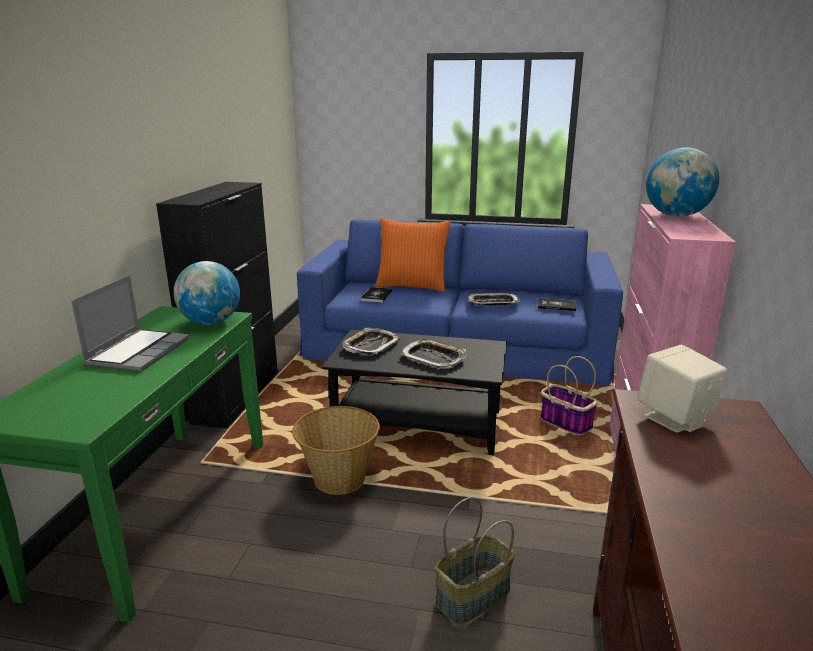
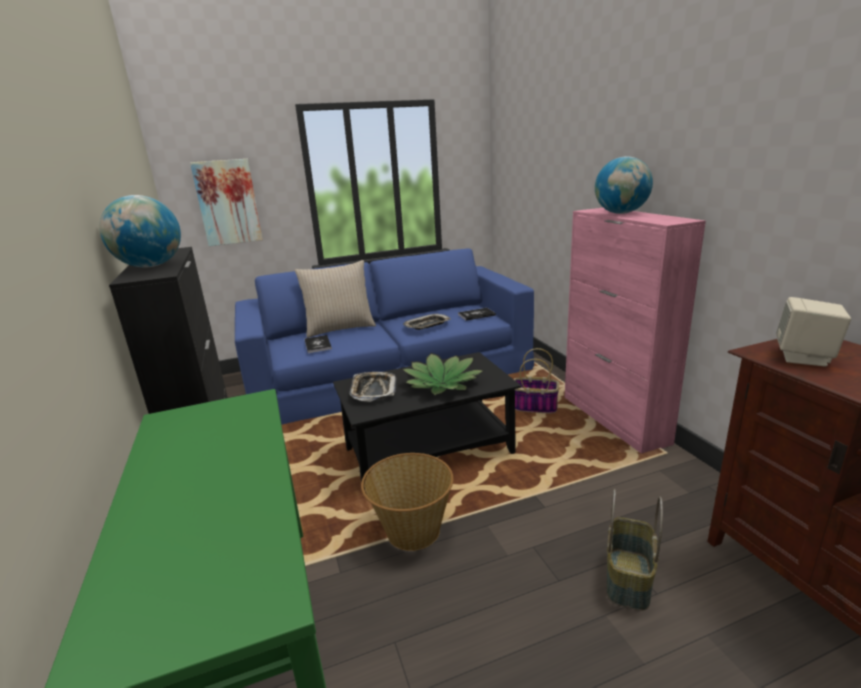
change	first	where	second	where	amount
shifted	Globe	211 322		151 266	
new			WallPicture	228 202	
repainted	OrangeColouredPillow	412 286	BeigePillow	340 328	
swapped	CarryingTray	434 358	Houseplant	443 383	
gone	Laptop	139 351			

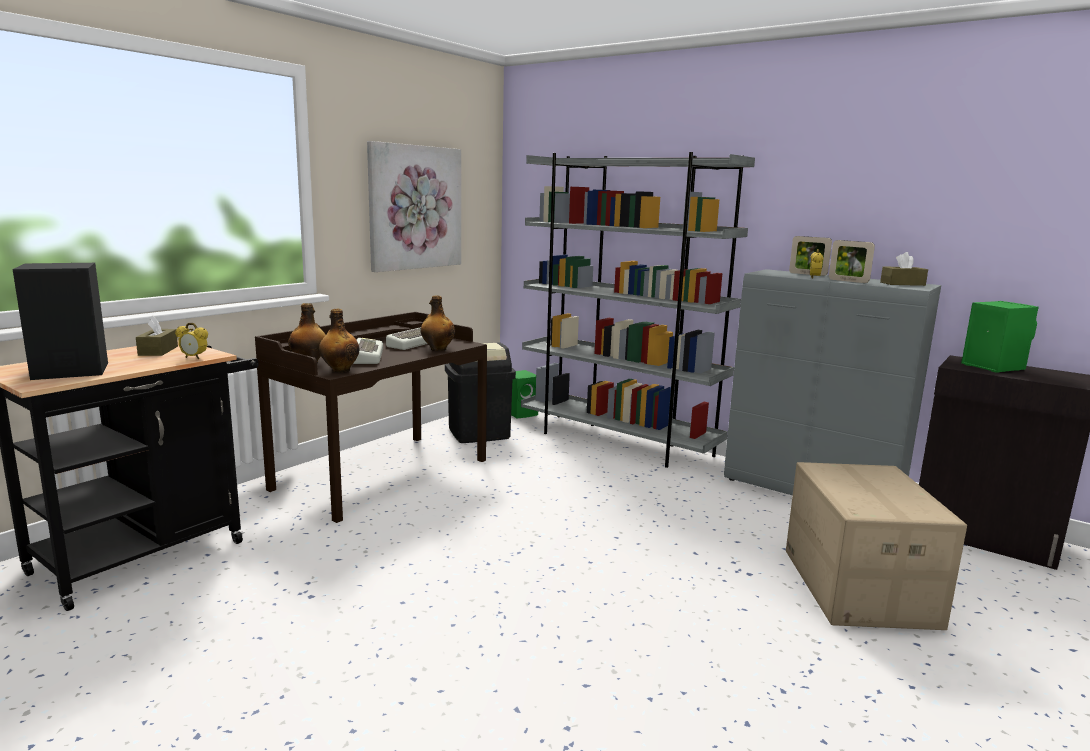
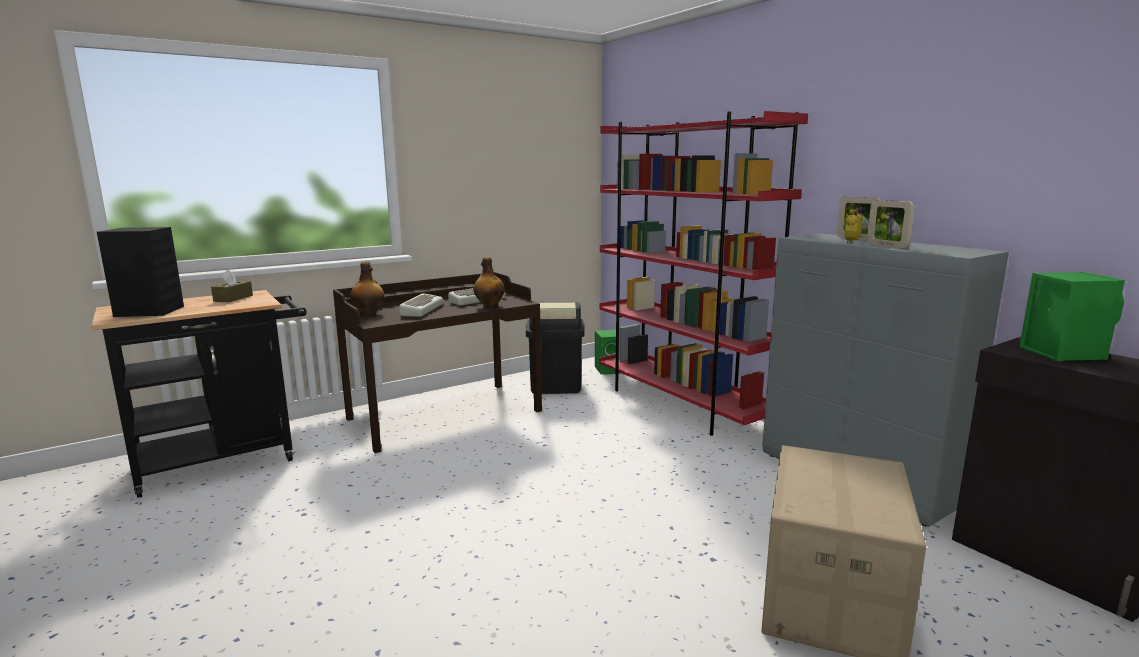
change	first	where	second	where	amount
repainted	GreyShelvingUnit	618 442	RedColouredShelvingUnit	681 405	
gone	TableClock	194 358			
gone	Bottle	340 370			
gone	WallPicture	415 207			
gone	BrownColouredBoxOfTissues	902 284			

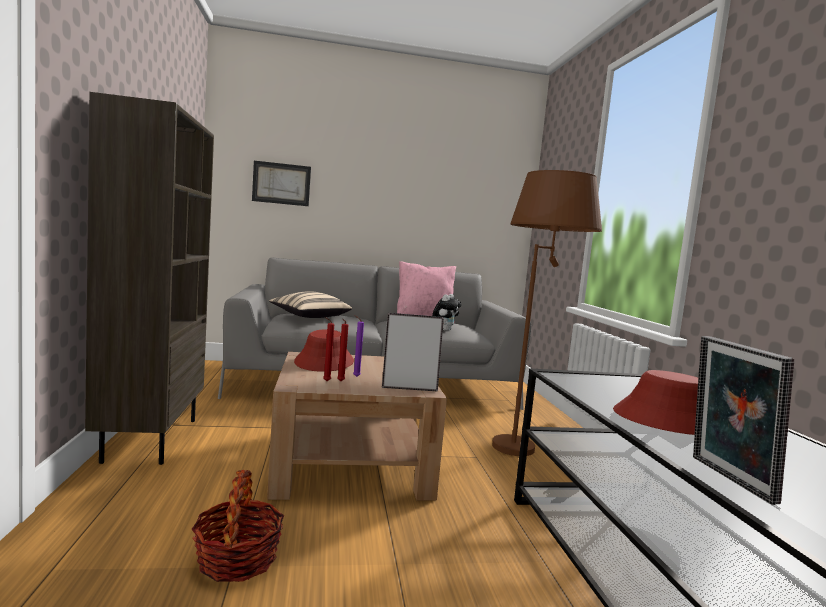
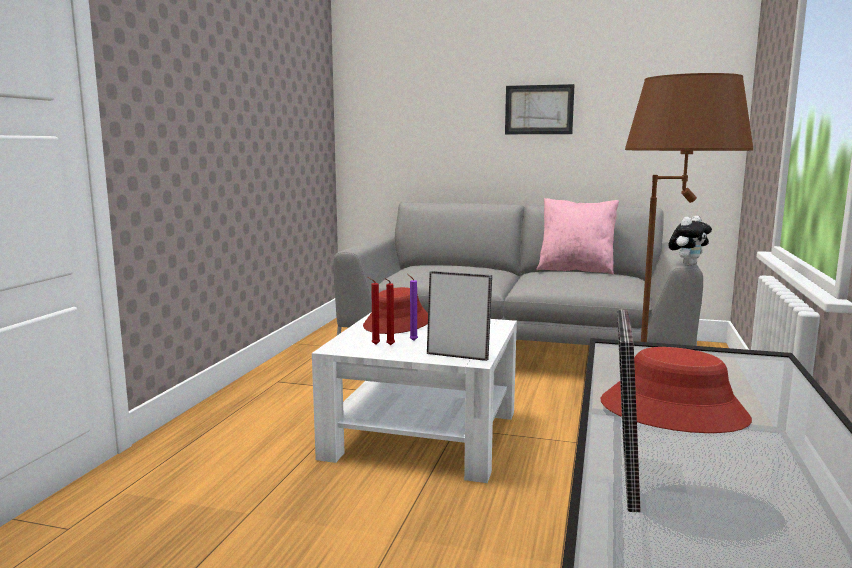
change	first	where	second	where	amount
repainted	BrownColouredLowTable	351 463	WhitishLowTable	422 434	
shifted	WallPicture	281 183		539 109	
shifted	PlushToy	445 330		687 264	
gone	BrownColouredShelvingUnit	150 439			
gone	StorageBasket	237 559			
gone	BeigePillow	309 317			

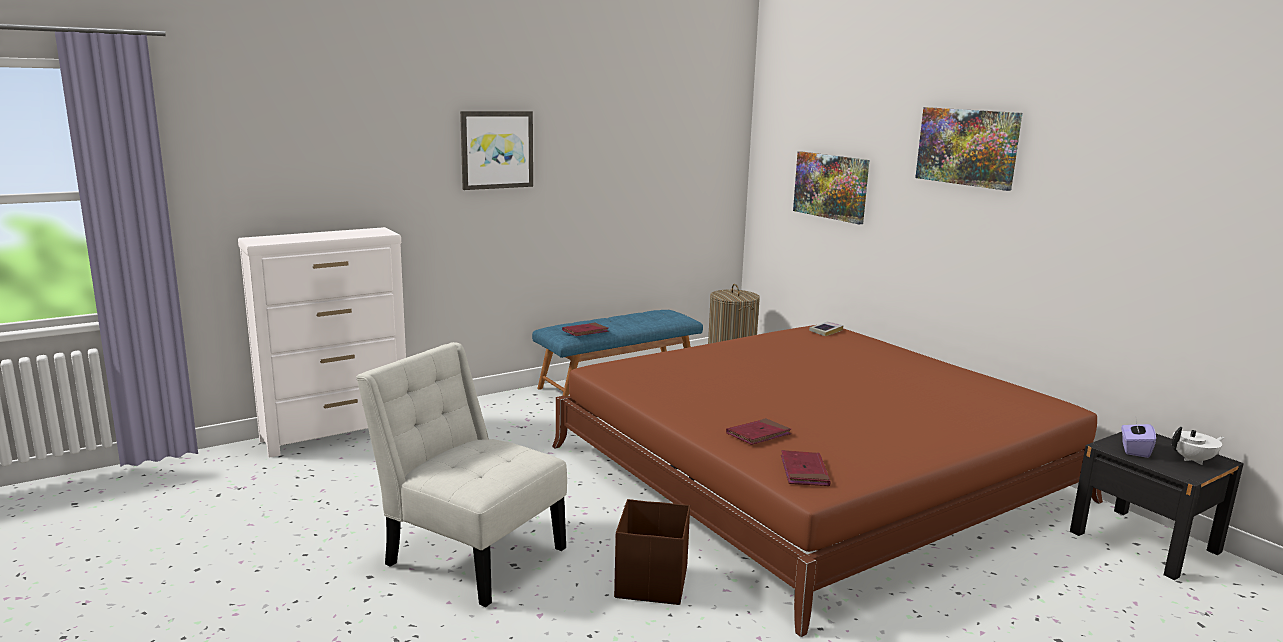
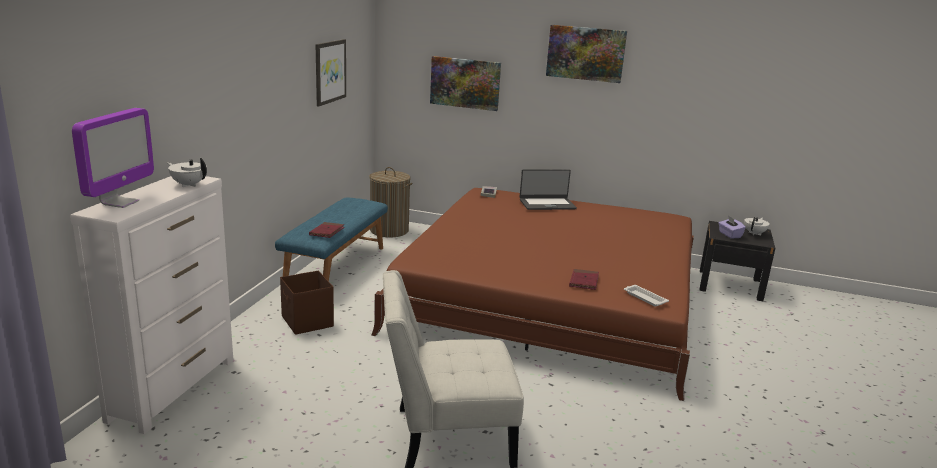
change	first	where	second	where	amount
new			Monitor	120 202	
new			WhitishPotForTea	189 185	
shifted	BrownColouredStorageBox	651 583		307 322	
shifted	WallPicture	496 149		329 71	
new			Laptop	547 204	
swapped	RedColouredVolume	804 471	WhitishCarryingTray	644 298	

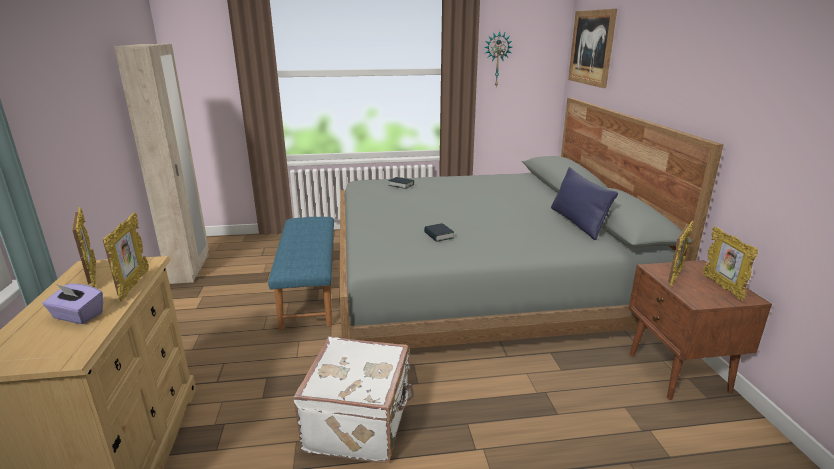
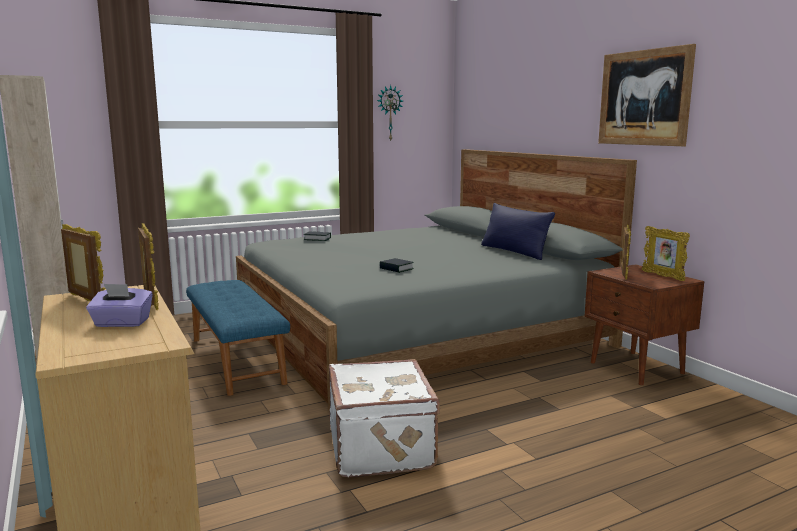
change	first	where	second	where	amount
shifted	WallPicture	591 47		644 98	

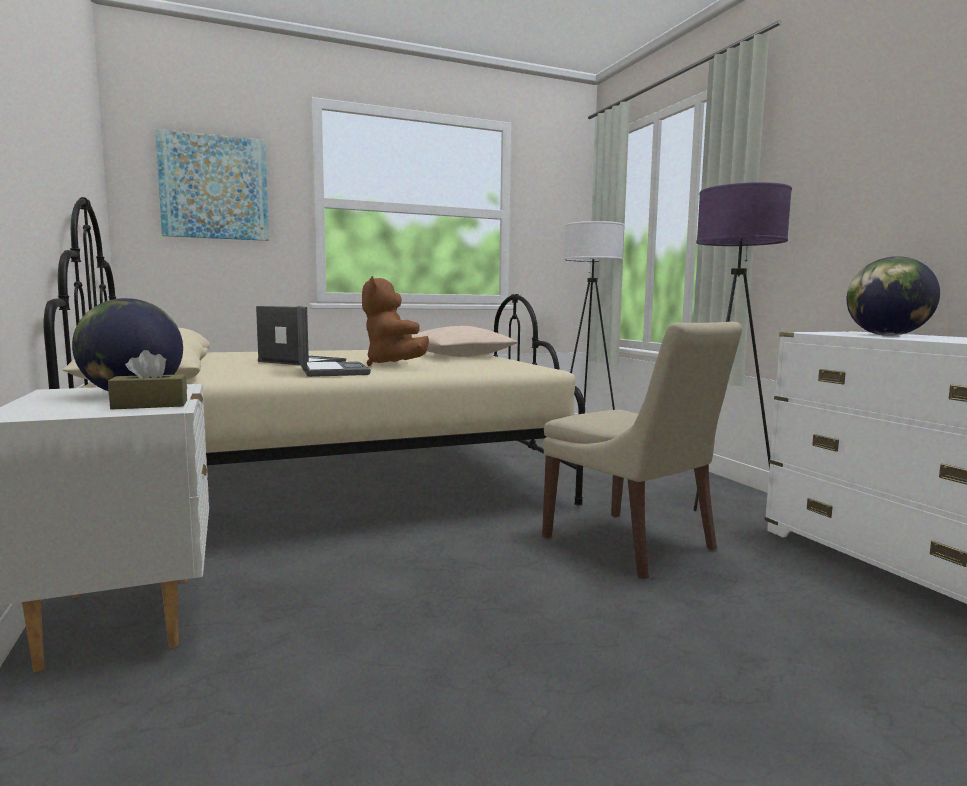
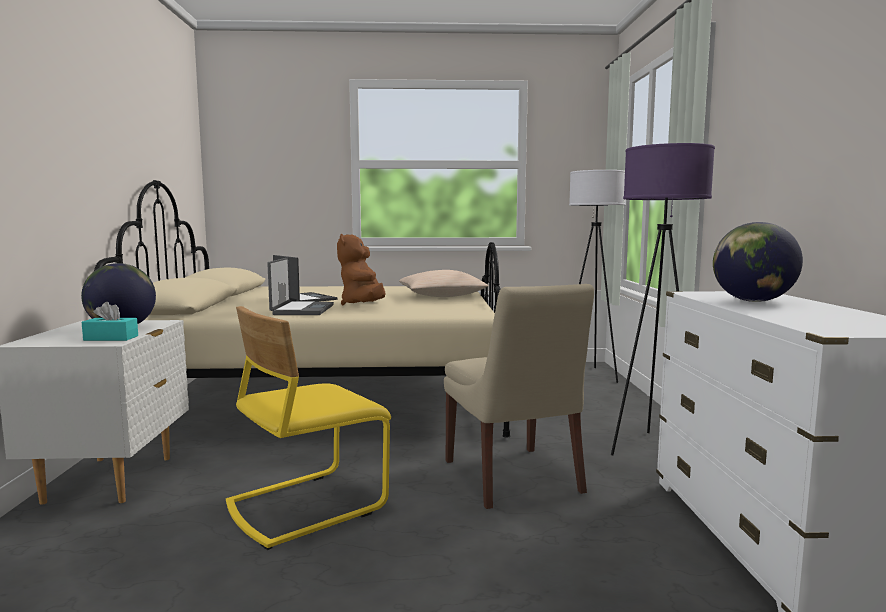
change	first	where	second	where	amount
repainted	BrownColouredBoxOfTissues	150 405	TurquoiseBoxOfTissues	111 338	
new			YellowishPlainChair	305 505	
gone	WallPicture	214 187			

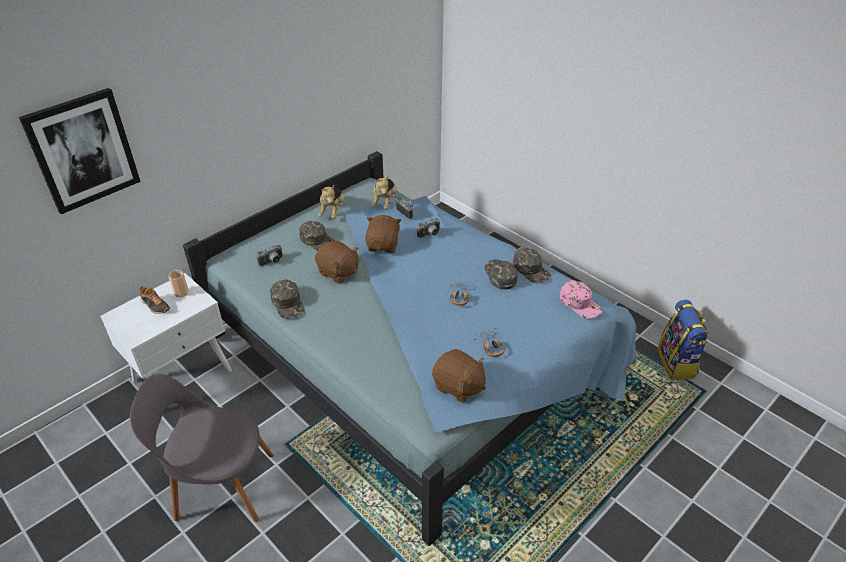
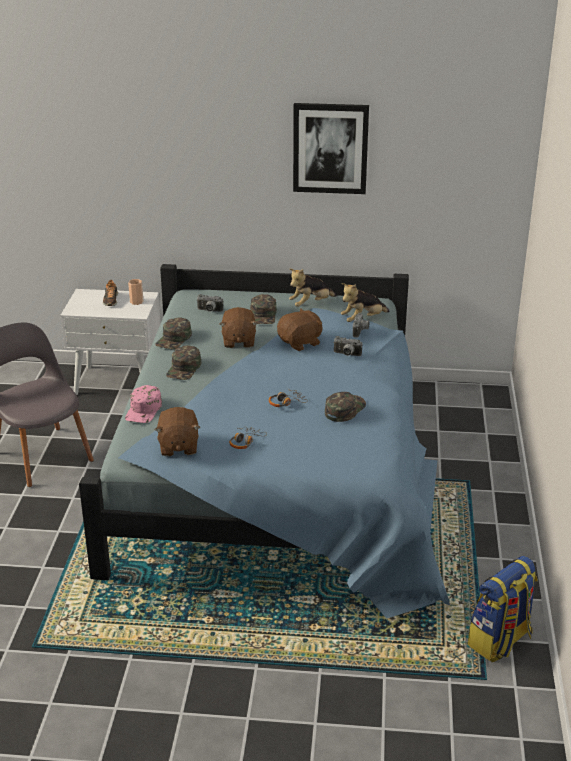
change	first	where	second	where	amount
shifted	PinkBaseballCap	580 303		144 410	
shifted	GreenBaseballCap	531 269		184 368	
shifted	WallPicture	83 150		330 148	

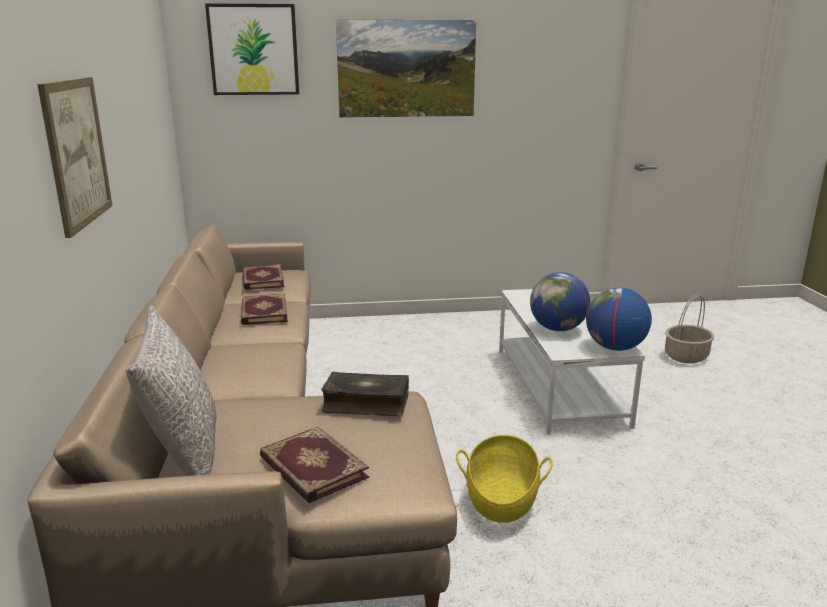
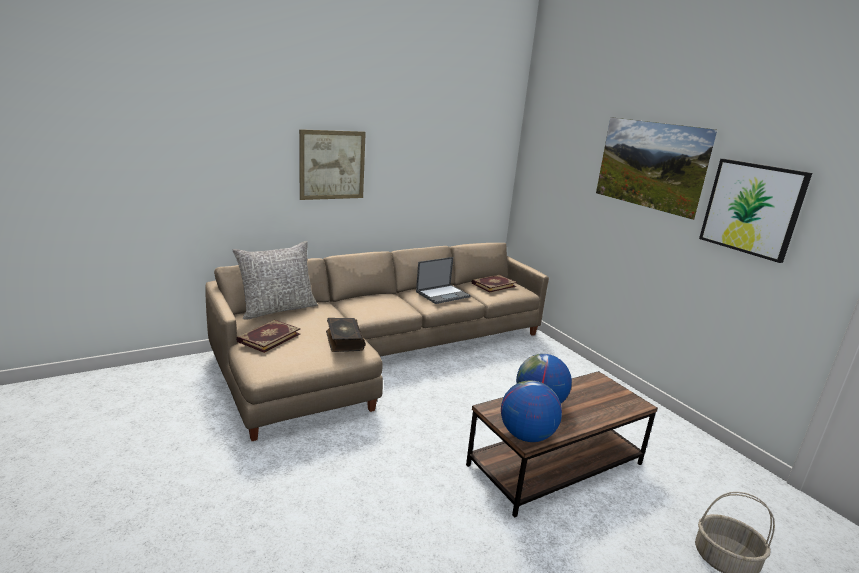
change	first	where	second	where	amount
swapped	Volume	263 312	Laptop	443 294	
repainted	WhitishLowTable	558 385	BrownColouredLowTable	555 463	
shifted	WallPicture	254 50		752 208	
gone	StorageBasket	501 498			

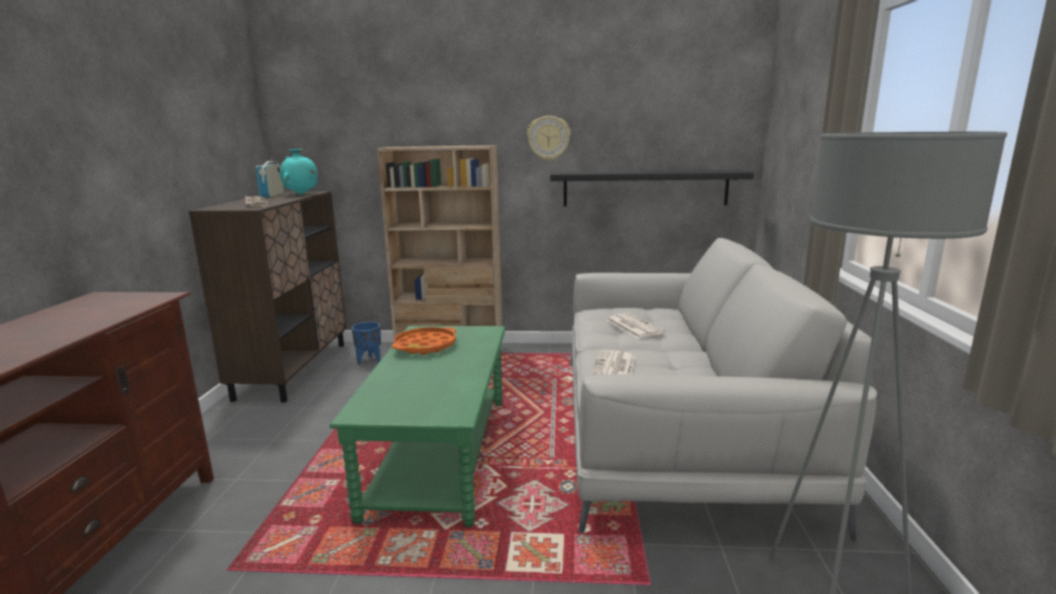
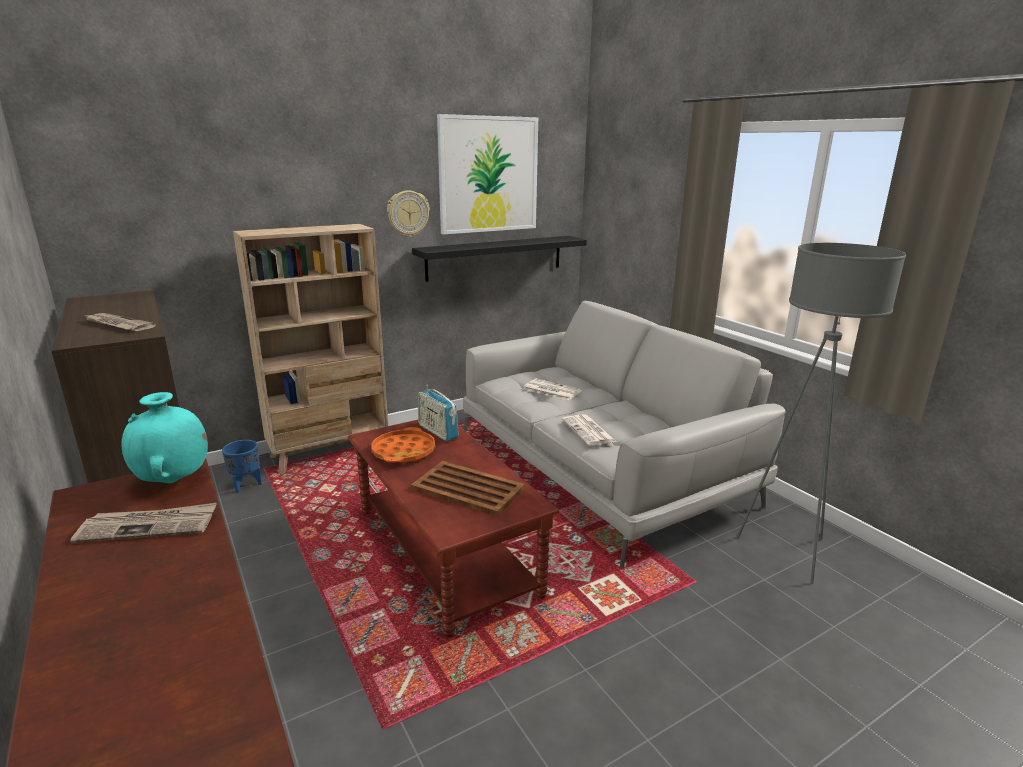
change	first	where	second	where	amount
new			DailyPaper	149 526	
shifted	TurquoiseFlowerVase	301 194		174 481	
repainted	GreenLowTable	440 454	BrownColouredLowTable	445 551	
new			BrownColouredCarryingTray	467 488	
shifted	RadioReceiver	272 195		438 431	
new			WallPicture	488 175	

